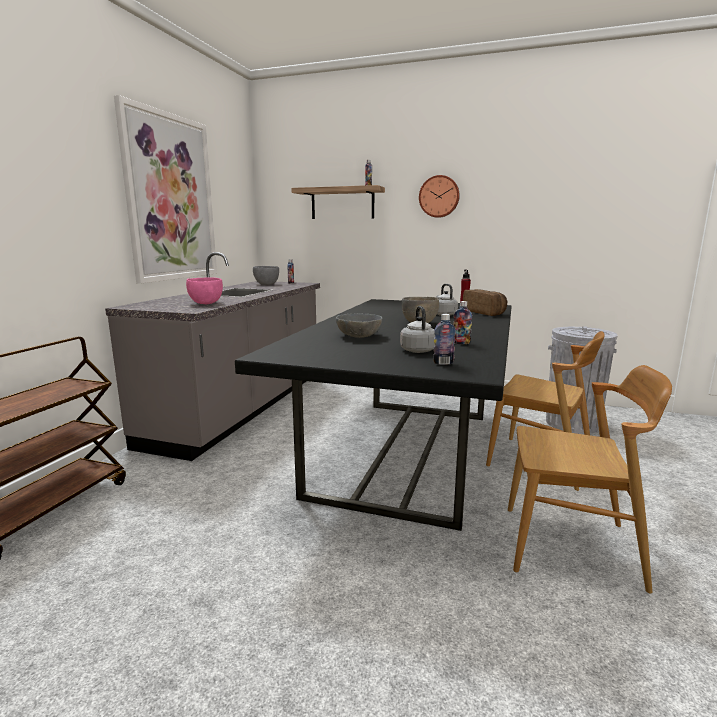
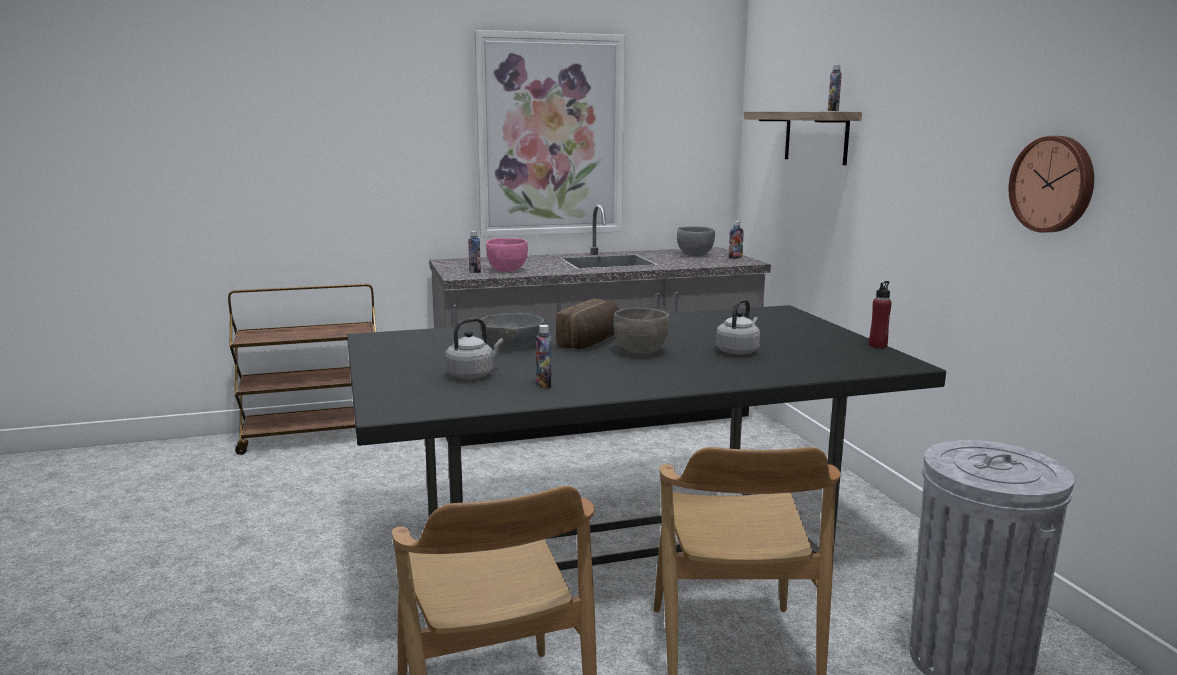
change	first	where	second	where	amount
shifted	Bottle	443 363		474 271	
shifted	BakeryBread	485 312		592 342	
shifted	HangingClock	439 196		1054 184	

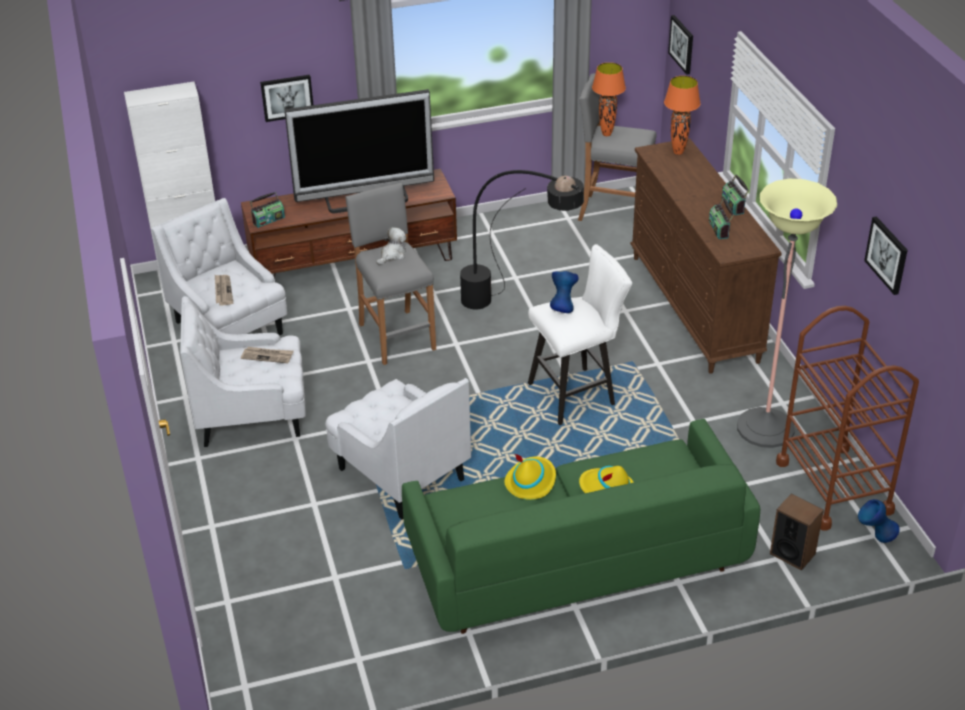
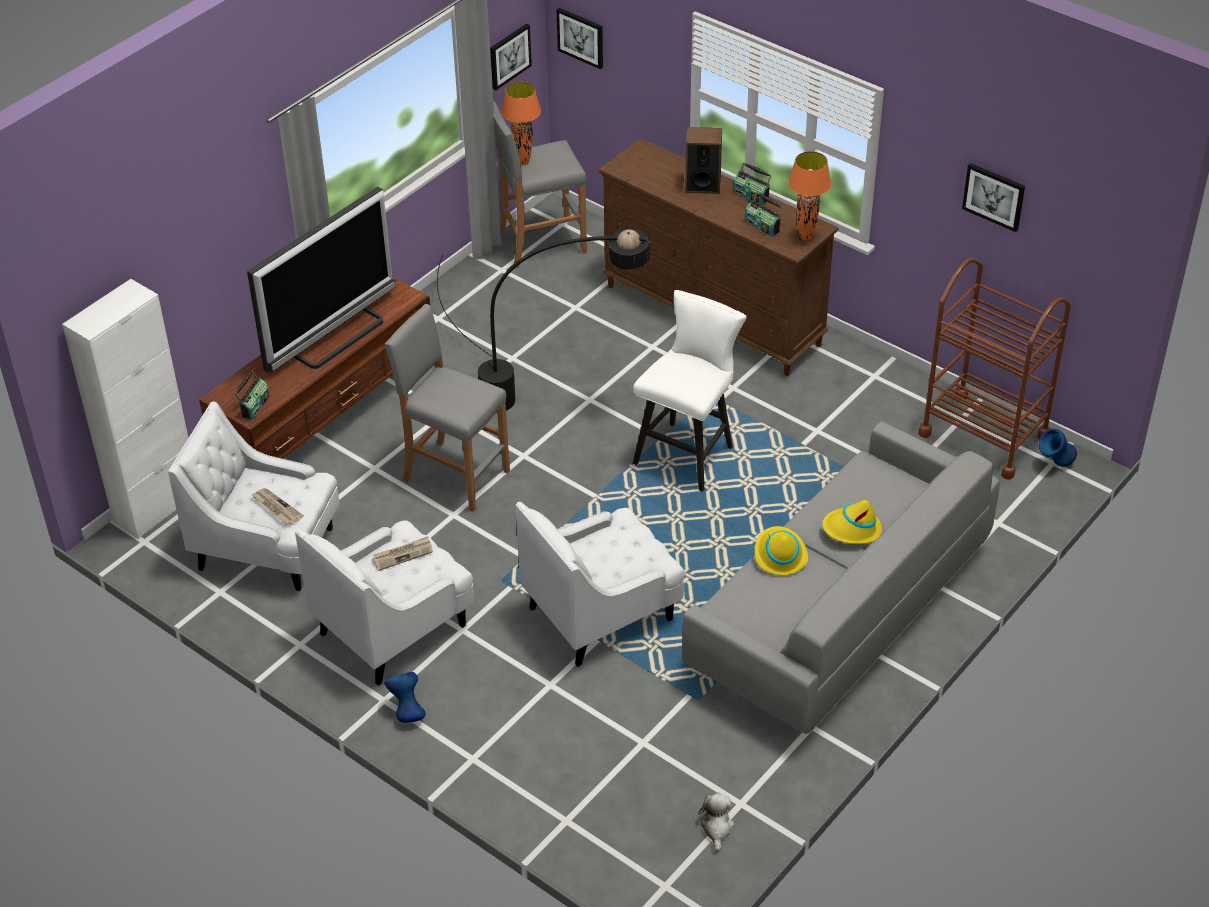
change	first	where	second	where	amount
shifted	BluishFlowerVase	562 307		407 712	
shifted	WallPicture	287 97		509 56	
rotated	WhitishArmchair	400 473		602 613	135 degrees clockwise
repainted	GreenSettee	575 559	GreySettee	836 611	
shifted	Loudspeaker	792 553		702 185	
shifted	PlushToy	392 255		716 827	
shifted	OrangeColouredLampForATable	678 152		806 237	
gone	FloorLamp	765 428			

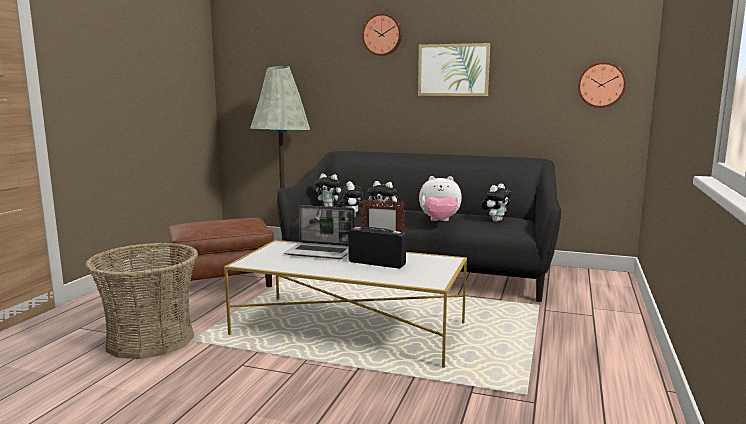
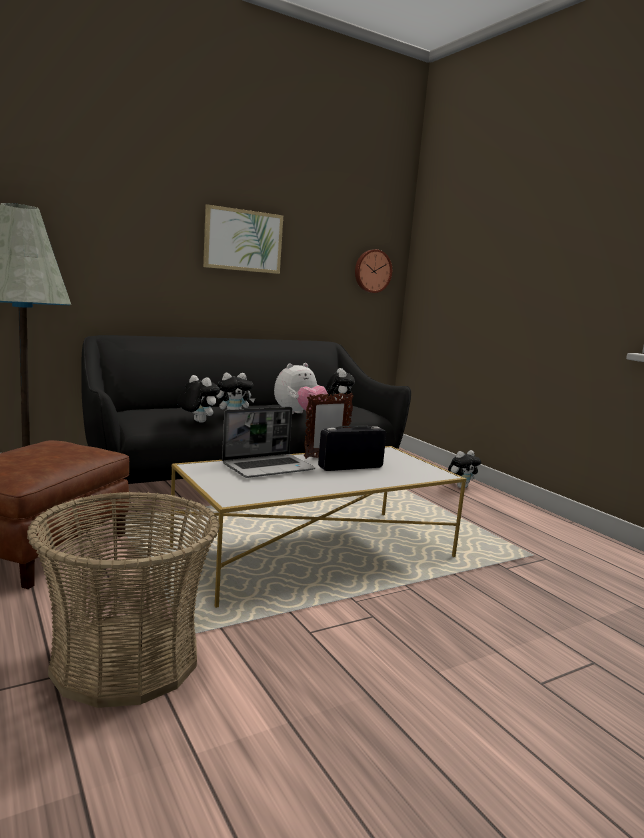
change	first	where	second	where	amount
shifted	PlushToy	330 206		461 486	
gone	HangingClock	382 35			

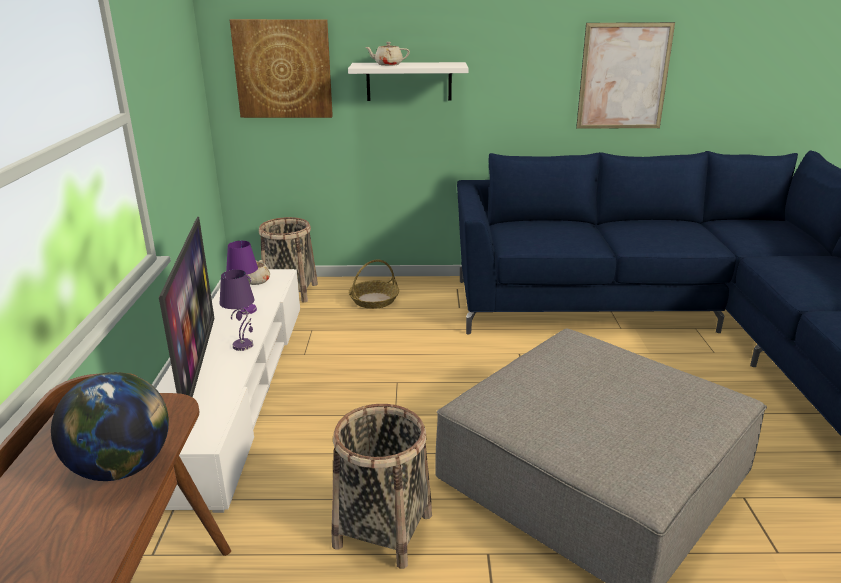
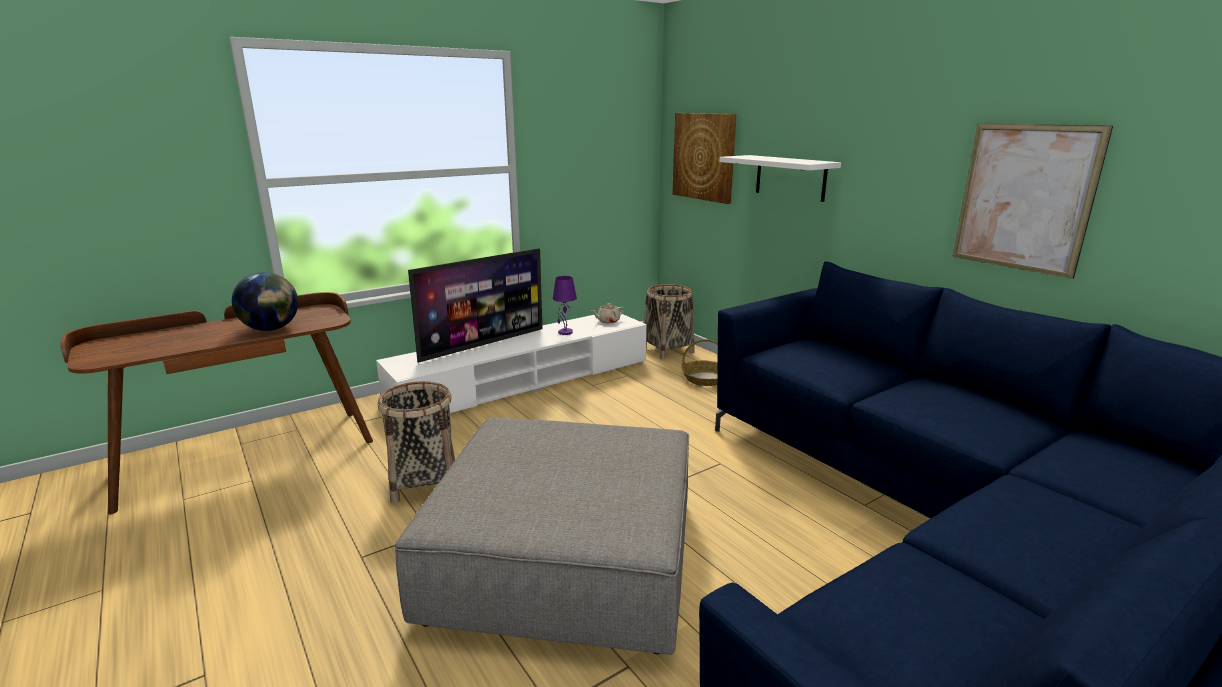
change	first	where	second	where	amount
gone	PurplishLampForATable	243 345			
gone	BeigePotForTea	388 65			

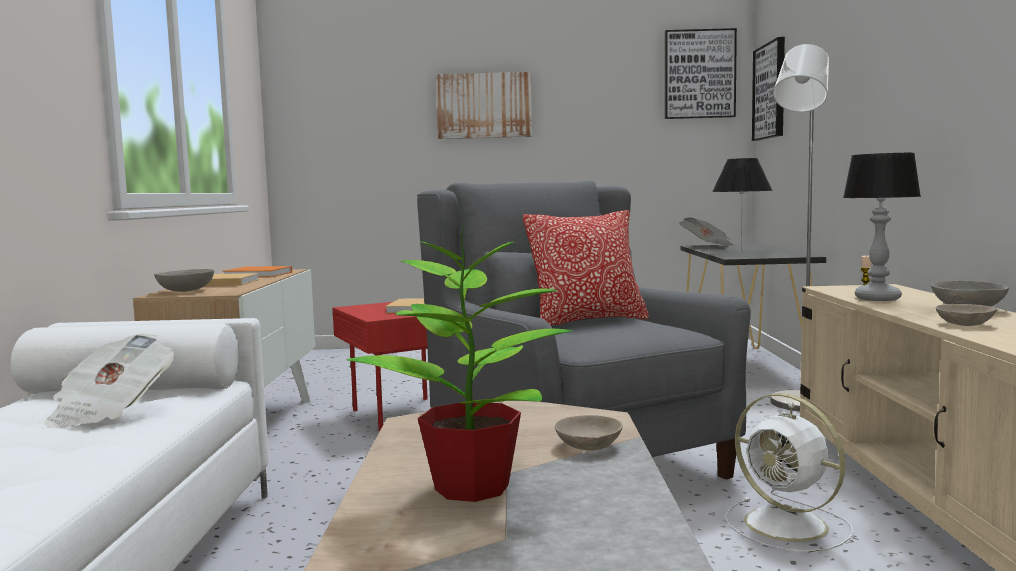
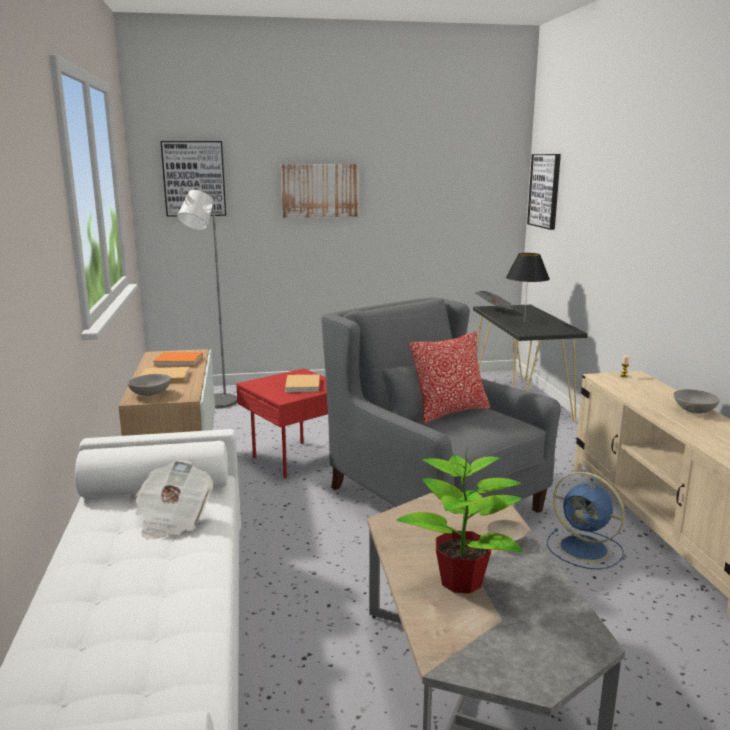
change	first	where	second	where	amount
shifted	WallPicture	699 74		194 179	
shifted	GreyFloorLamp	799 406		215 404	
repainted	WhitishElectricFan	789 526	BluishElectricFan	585 549	
gone	LampForATable	877 298			
gone	BeigeBowl	965 324			

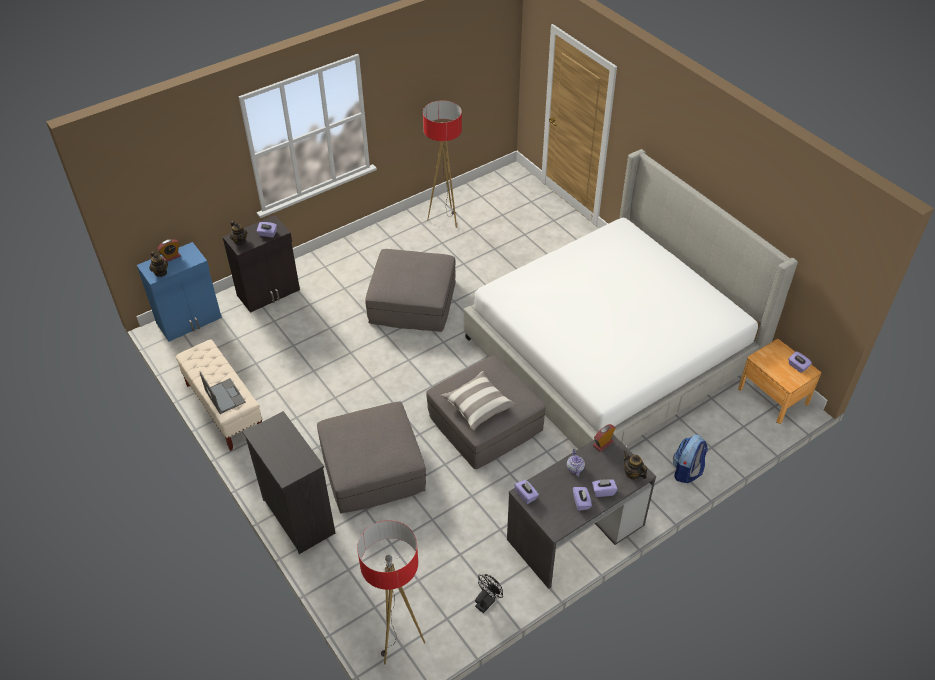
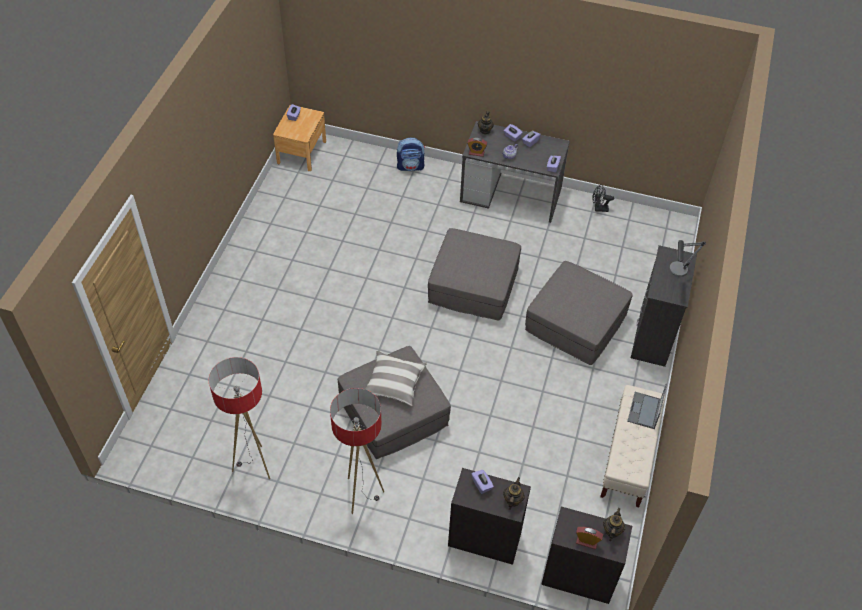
change	first	where	second	where	amount
shifted	FloorLamp	398 643		361 494	
shifted	Pillow	478 406		394 383	
repainted	BluishCupboard	190 321	BlackishCupboard	578 576	
new			LampForATable	677 273	
gone	Bed	611 352			

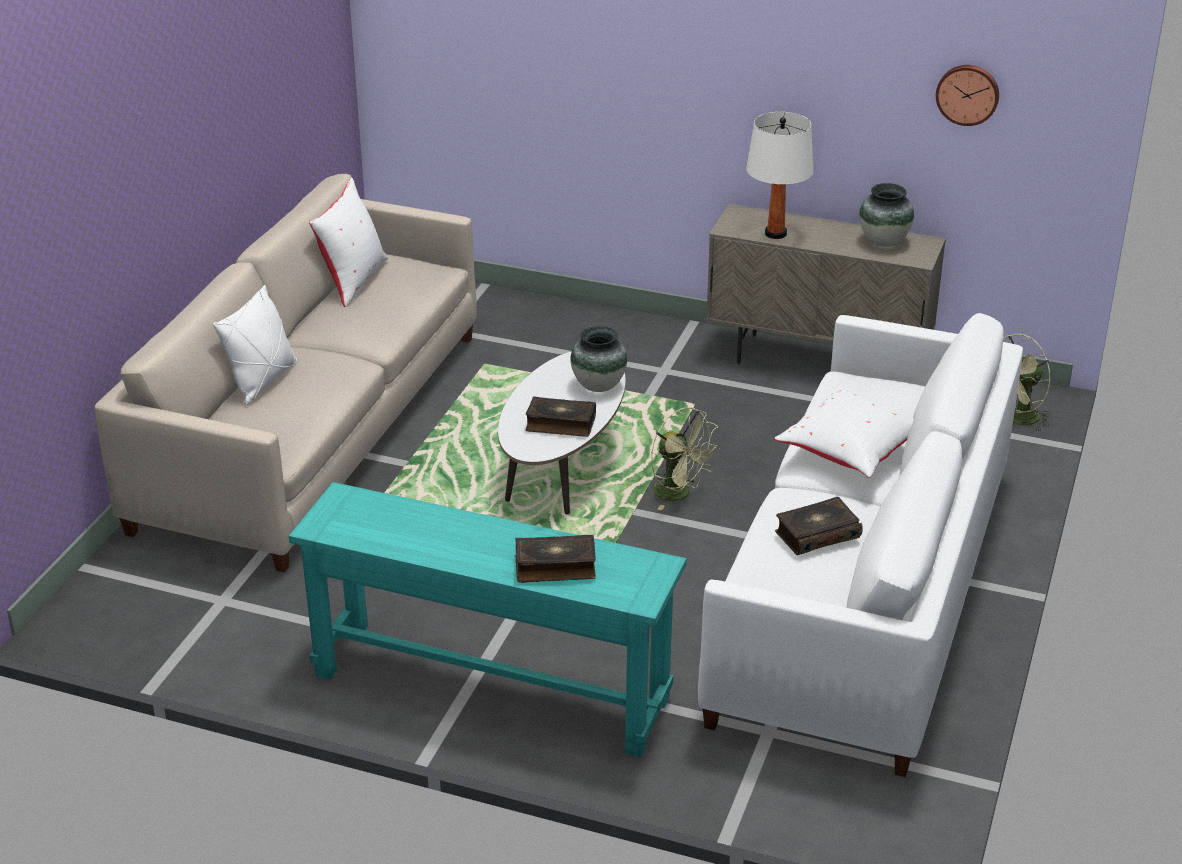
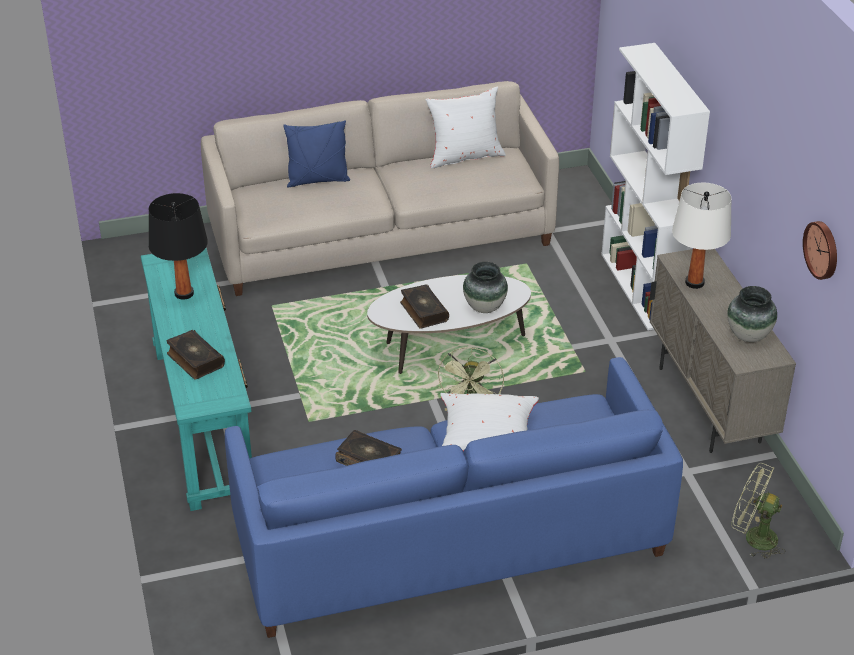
change	first	where	second	where	amount
new			BlackishLampForATable	184 293	
repainted	WhitishSettee	864 591	BluishSettee	449 540	
repainted	WhitishPillow	262 381	BluishPillow	318 180	
new			WhitishShelvingUnit	641 289	

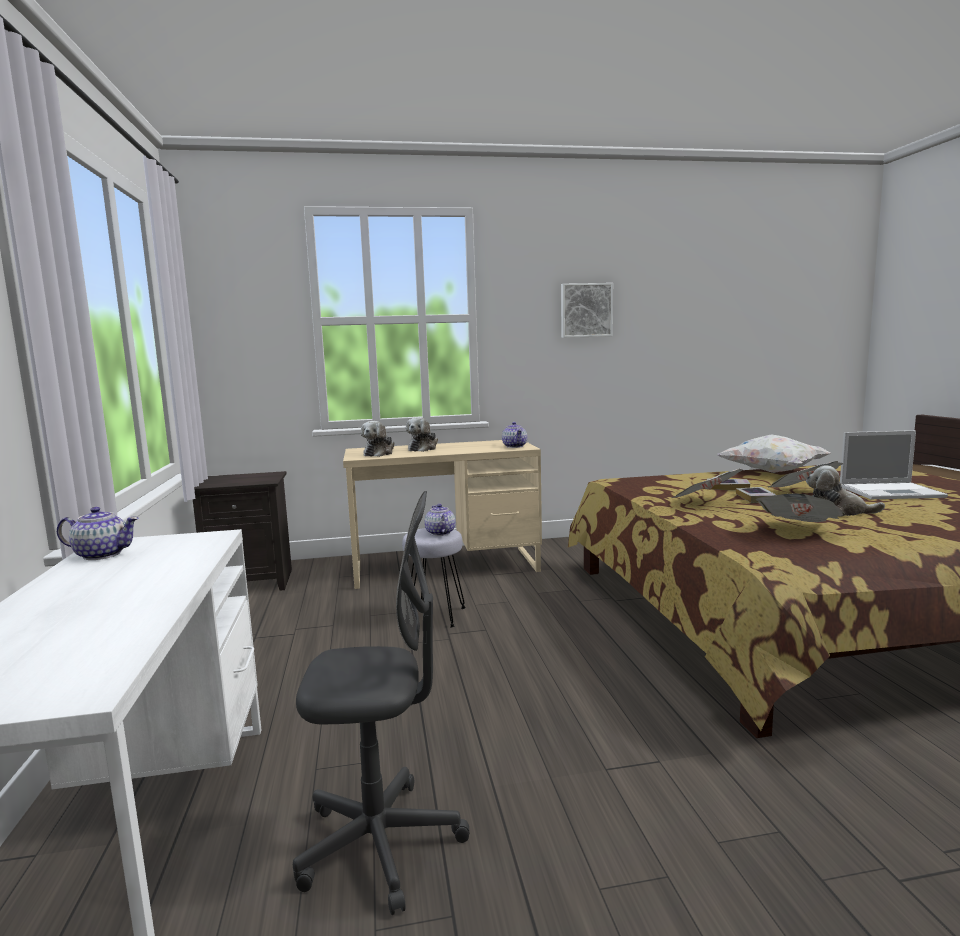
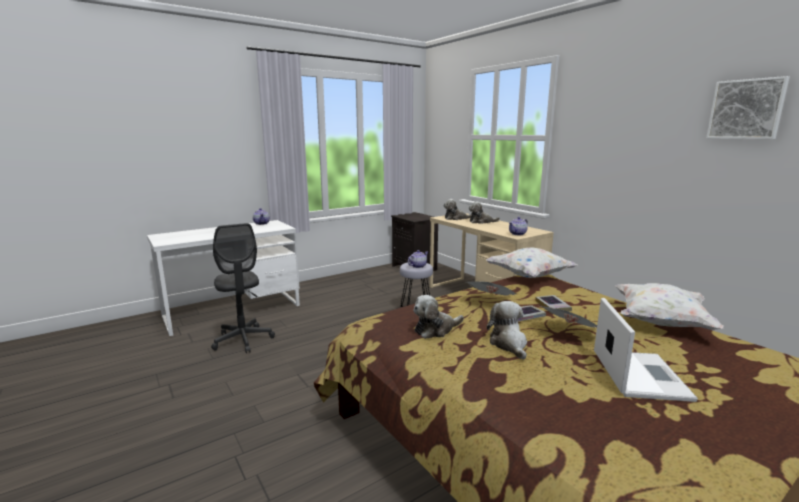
change	first	where	second	where	amount
swapped	DailyPaper	799 530	PlushToy	435 330	
new			WhitishPillow	529 276	
rotated	Laptop	892 492		638 374	150 degrees counterclockwise
shifted	WallPicture	585 310		746 109	

